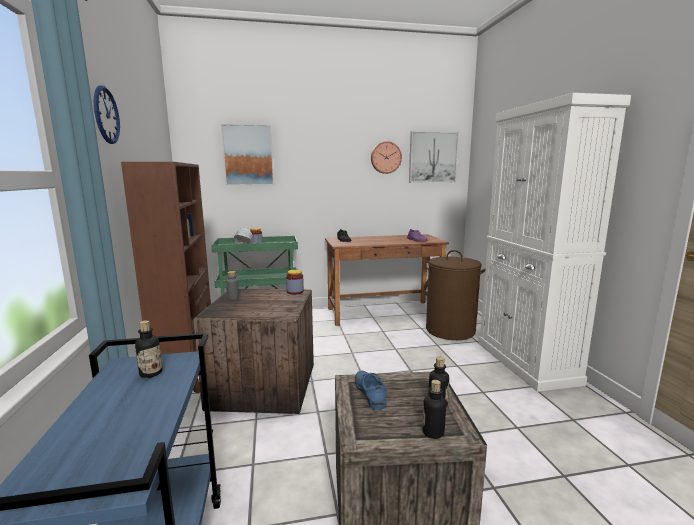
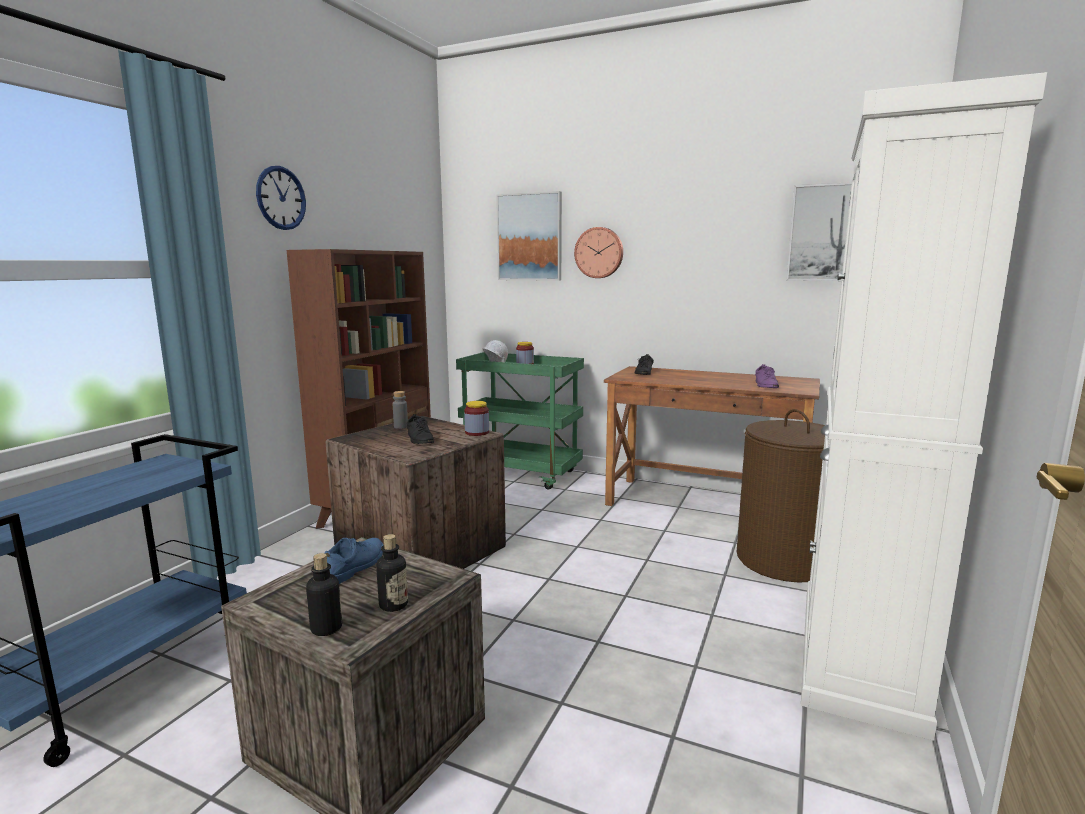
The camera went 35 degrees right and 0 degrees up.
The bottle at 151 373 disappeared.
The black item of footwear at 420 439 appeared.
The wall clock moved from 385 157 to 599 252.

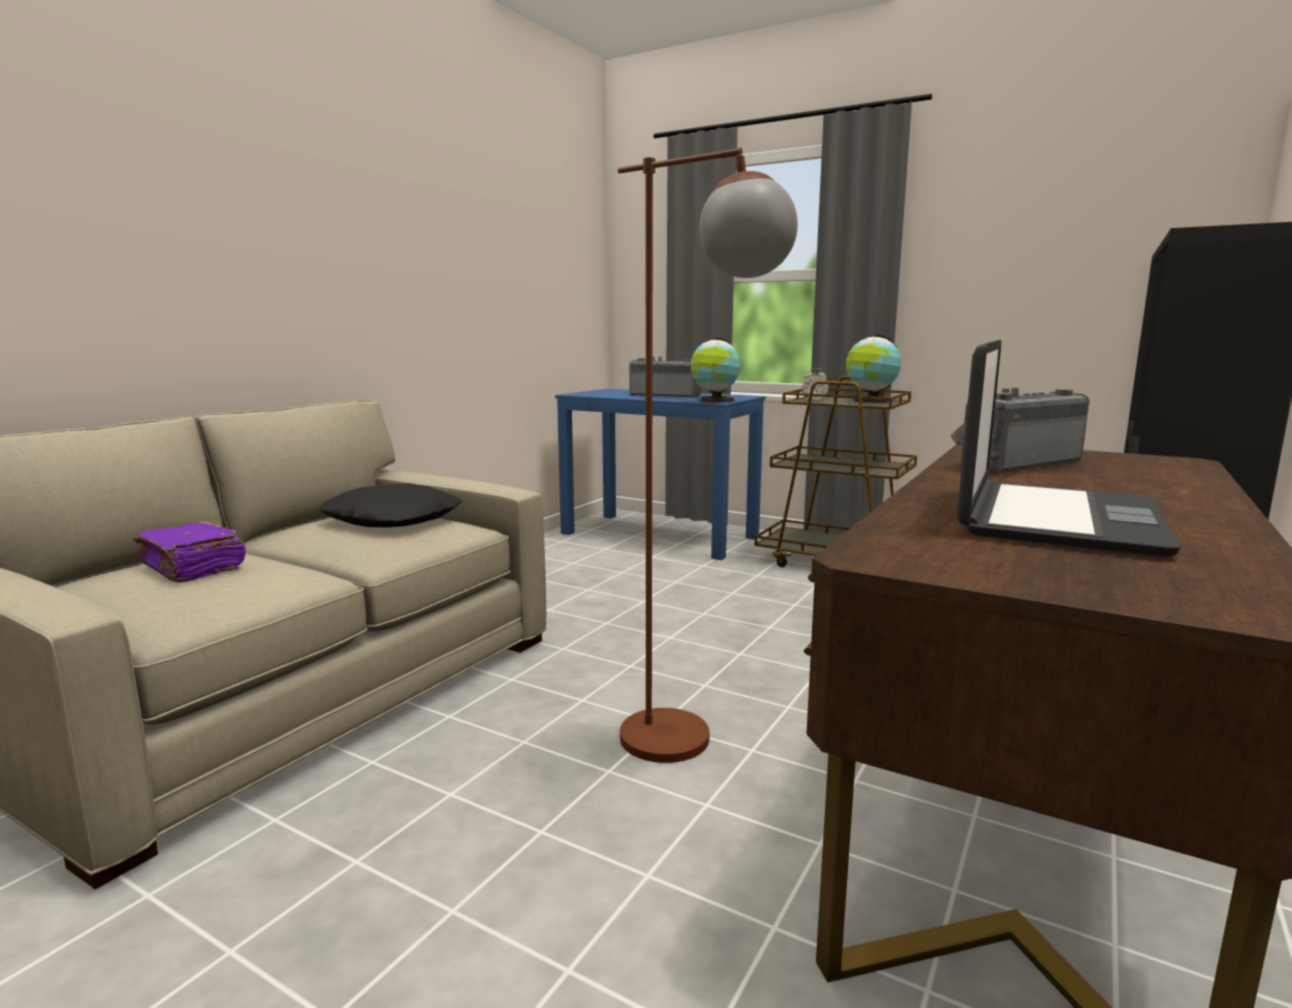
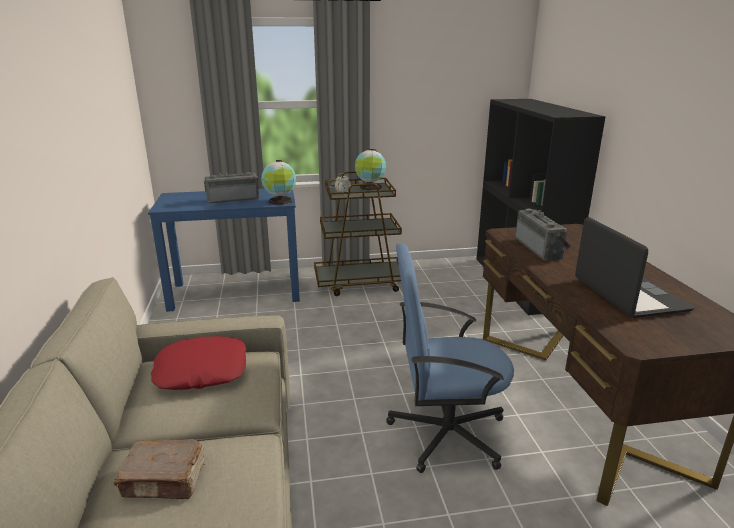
The camera went 40 degrees left and 10 degrees up.
The brownish standard lamp at 692 748 was replaced by the blue desk chair at 445 433.
The purplish bound book at 193 568 became the brownish bound book at 165 480.
The black pillow at 394 520 became the red pillow at 202 371.
The radio at 1014 464 turned 150 degrees clockwise.

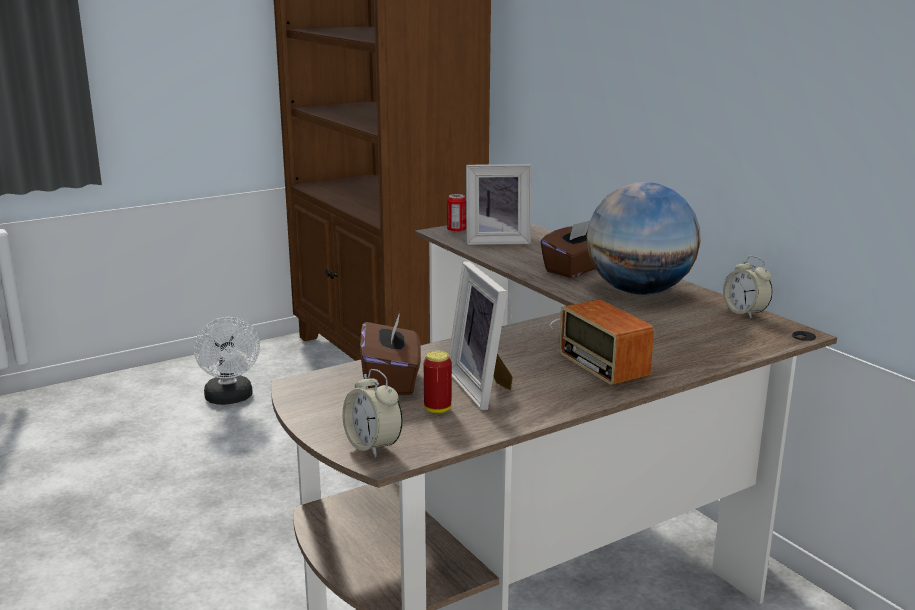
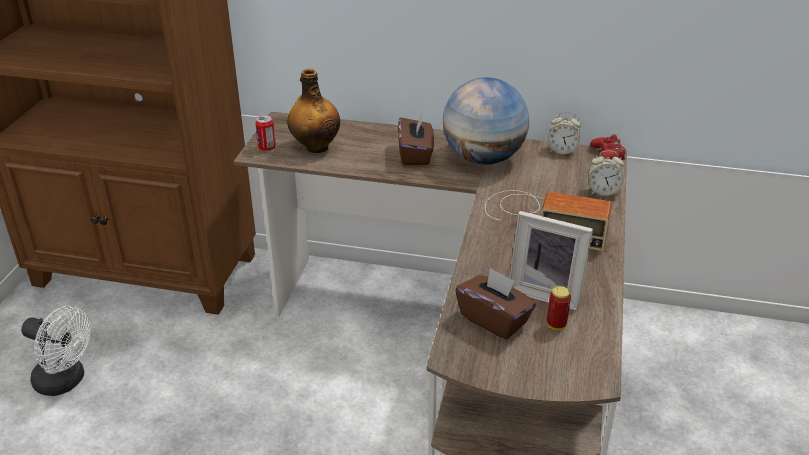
The camera went 45 degrees left and 15 degrees up.
The red joypad at 607 155 appeared.
The bedside clock moved from 373 446 to 603 191.
The standing frame at 497 241 was replaced by the bottle at 315 147.

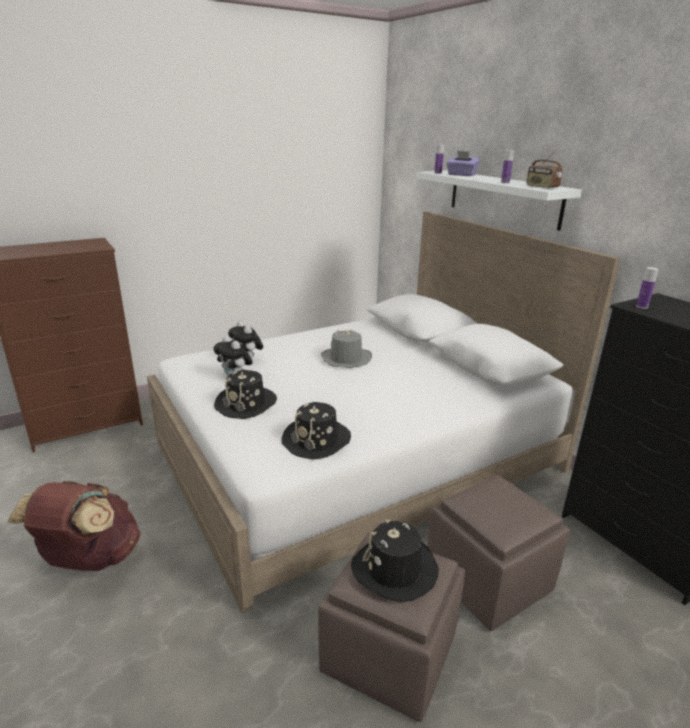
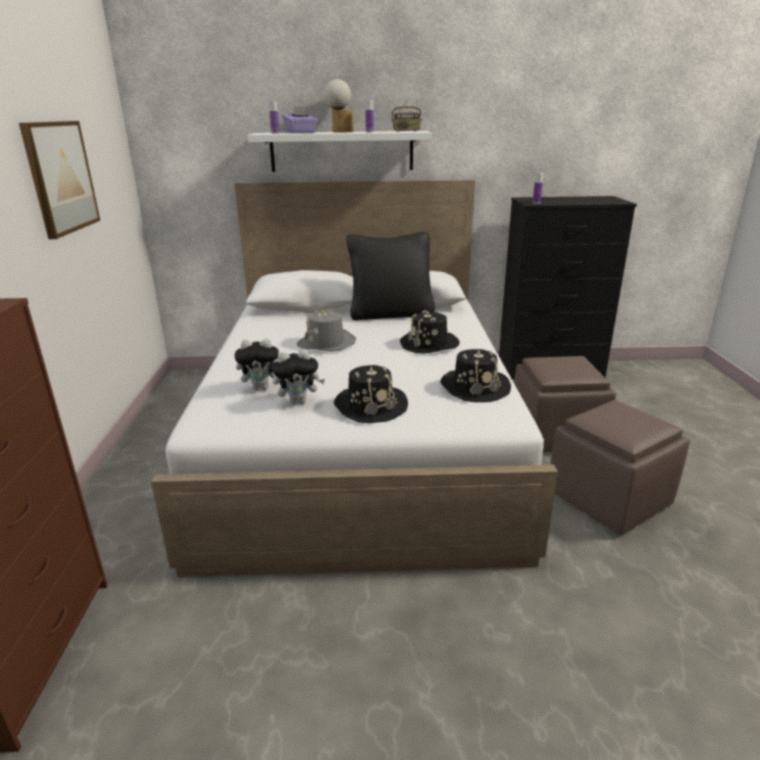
The camera went 60 degrees left and 0 degrees up.
The brownish rucksack at 90 560 disappeared.
The picture at 60 177 appeared.
The table lamp at 340 132 appeared.
The black pillow at 391 314 appeared.
The black clothing hat moved from 394 570 to 429 344.

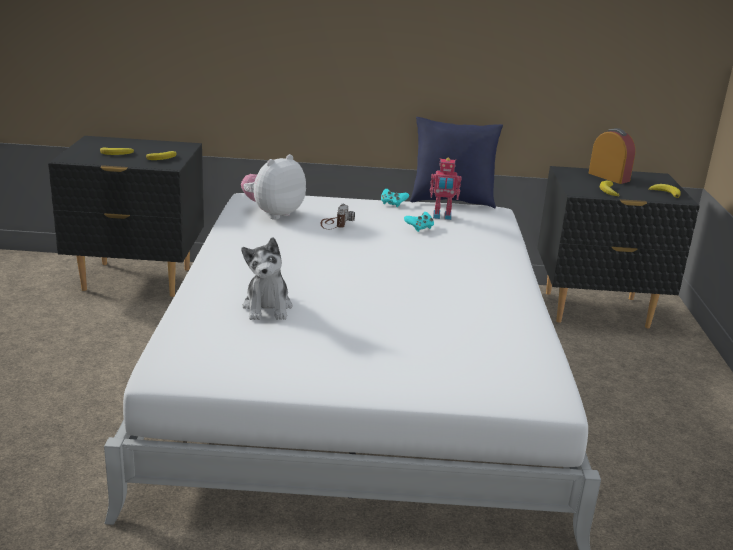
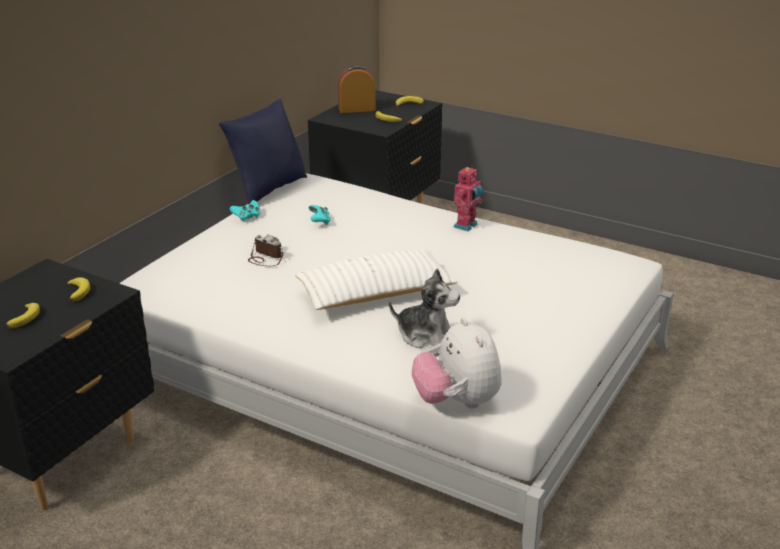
The camera went 60 degrees left and 5 degrees up.
The white-coloured pillow at 375 293 appeared.
The cuddly toy moved from 273 214 to 456 401.
The model robot moved from 442 217 to 467 226.

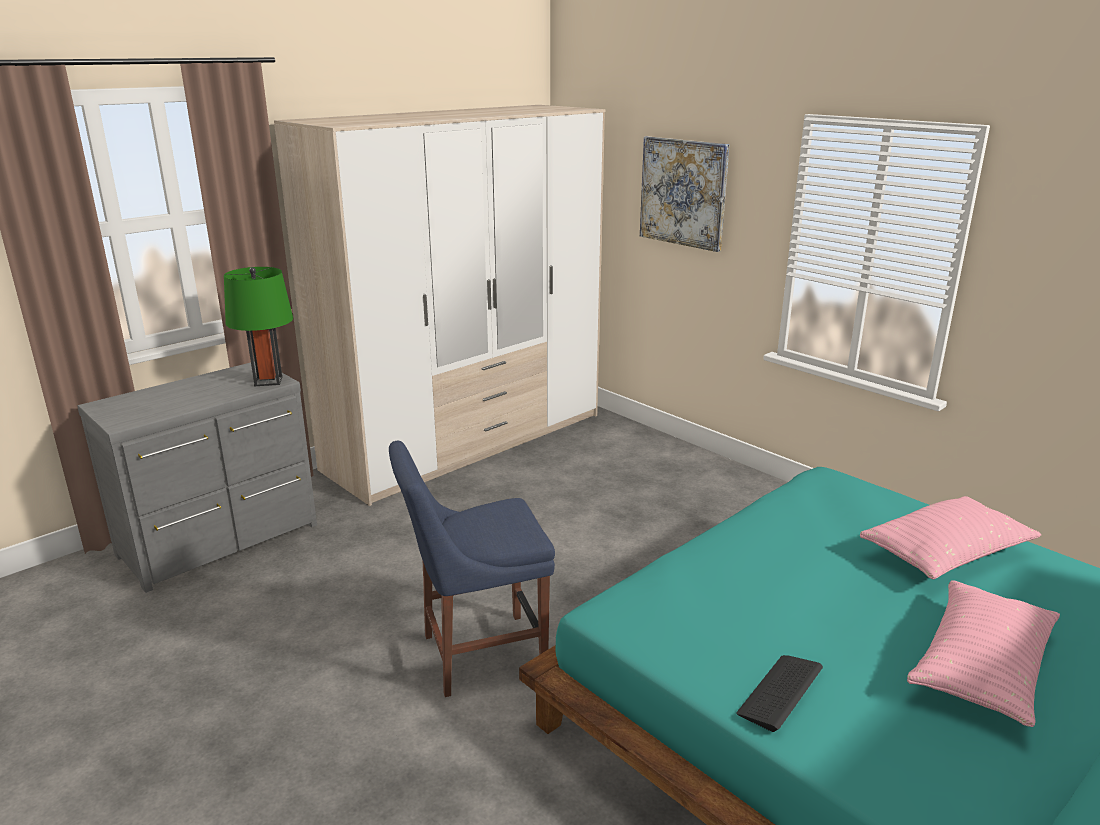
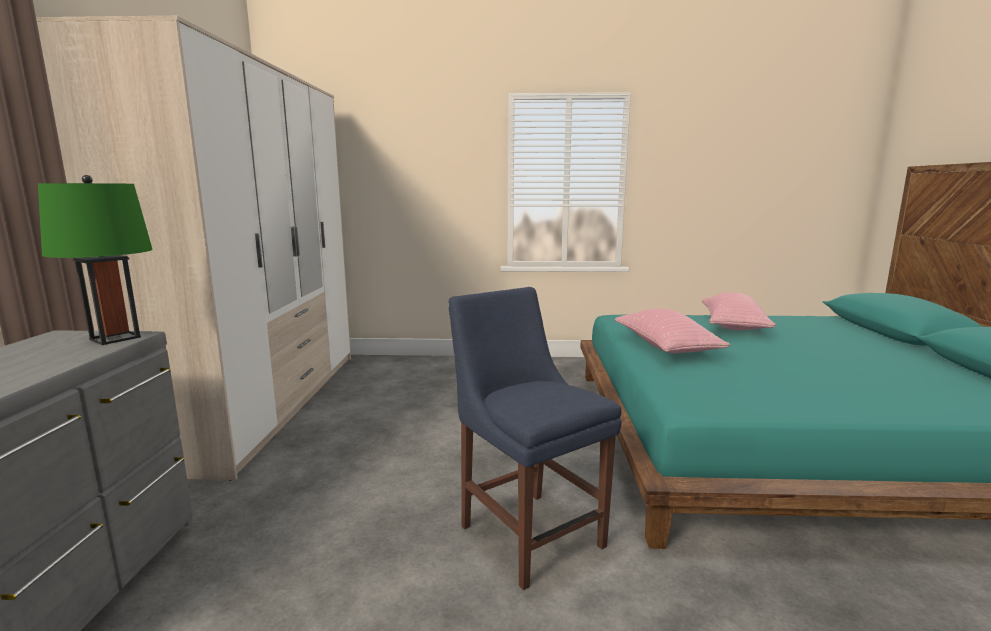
The camera went 45 degrees left and 10 degrees down.
The picture at 683 192 disappeared.
The keyboard at 780 692 disappeared.
The pink-coloured pillow moved from 980 668 to 665 347.
The blue chair at 477 654 turned 120 degrees clockwise.

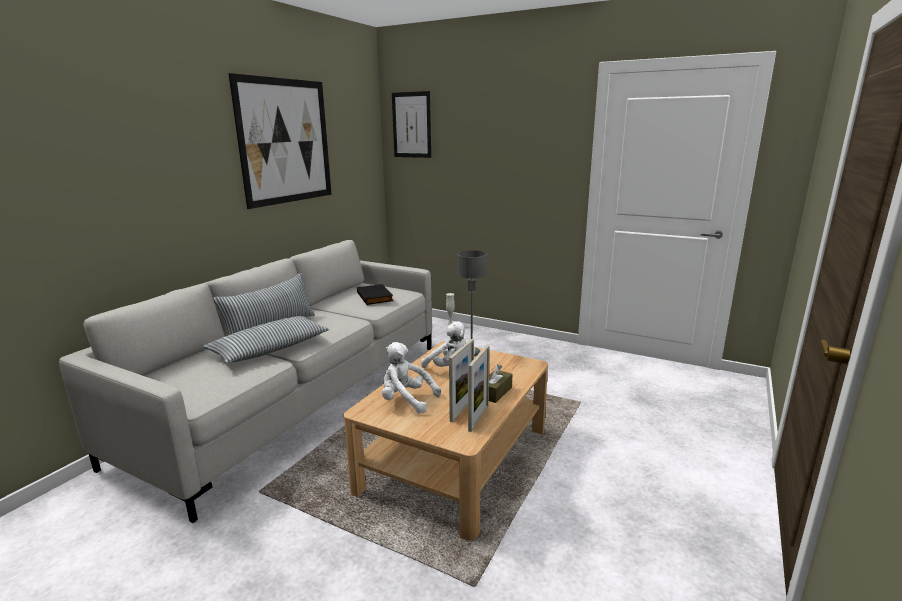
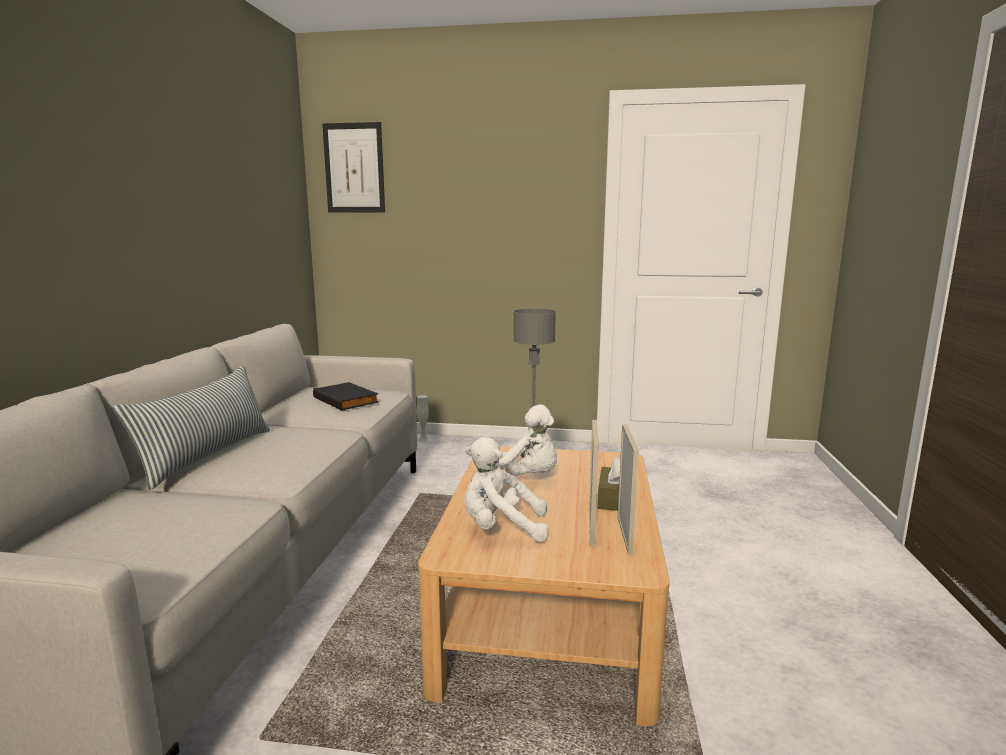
The camera went 20 degrees left and 5 degrees down.
The pillow at 270 349 disappeared.
The picture at 286 141 disappeared.

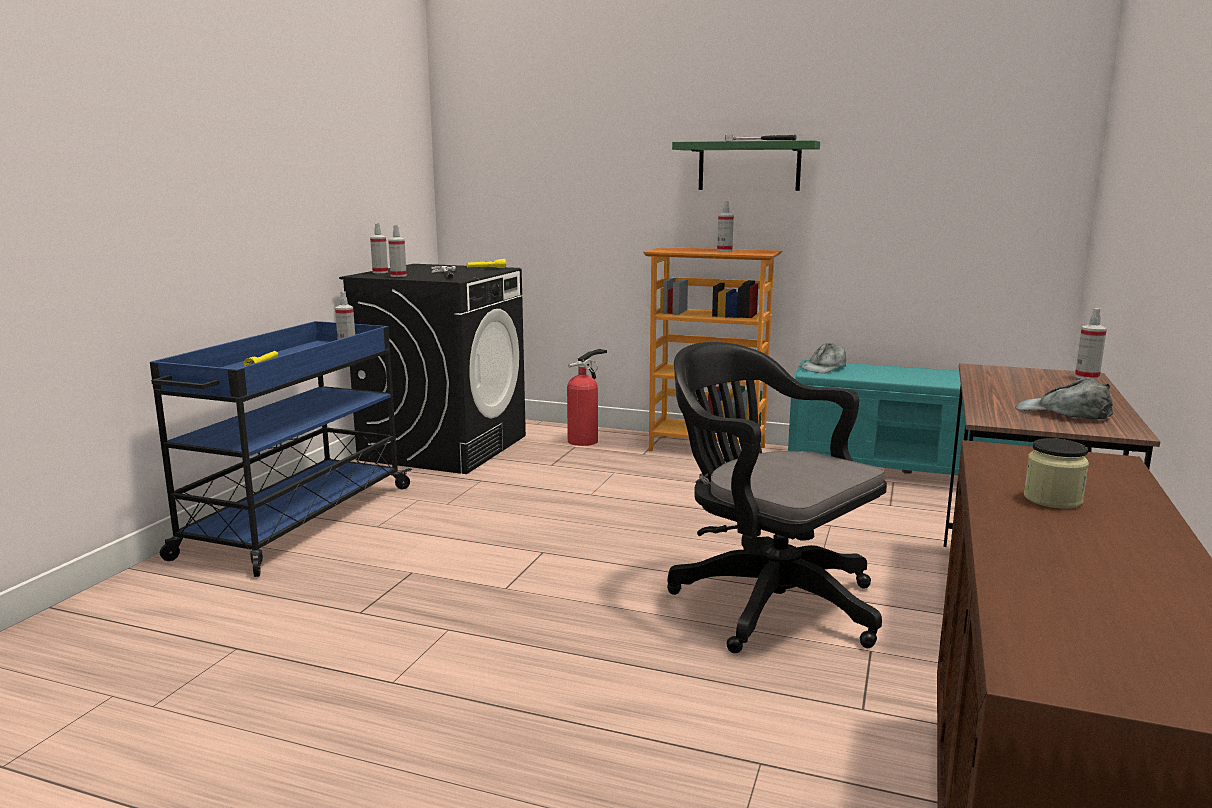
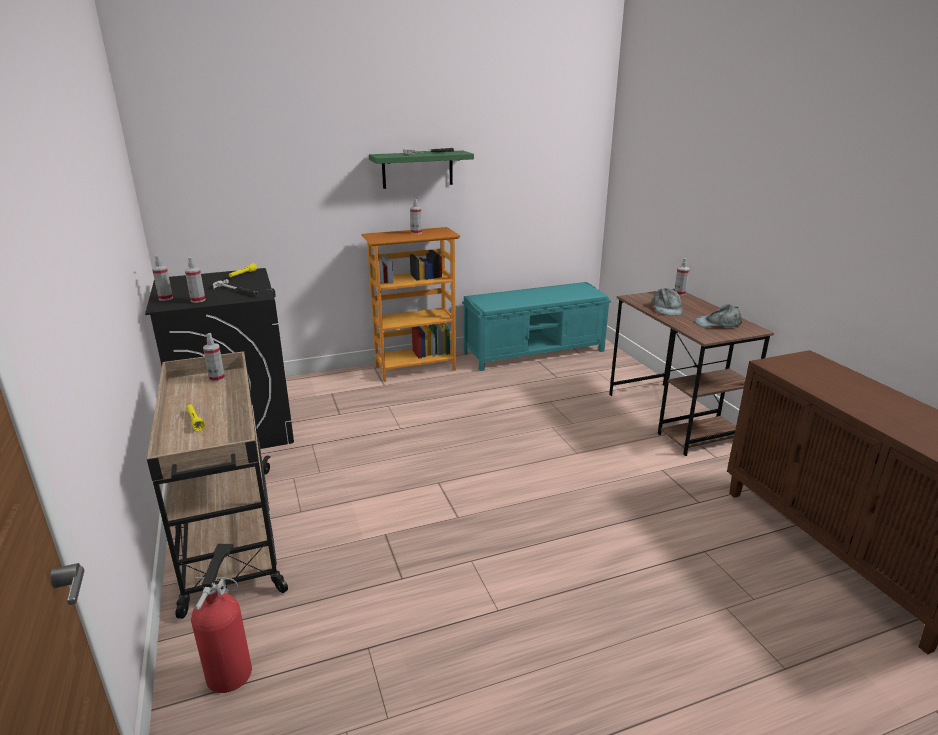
The camera went 40 degrees left and 10 degrees up.
The black desk chair at 766 601 disappeared.
The jar at 1052 499 disappeared.
The fire-fighting cylinder moved from 585 440 to 231 669.
The greyish cap moved from 824 367 to 666 308.
The blue trolley at 296 522 became the sand-coloured trolley at 230 535.

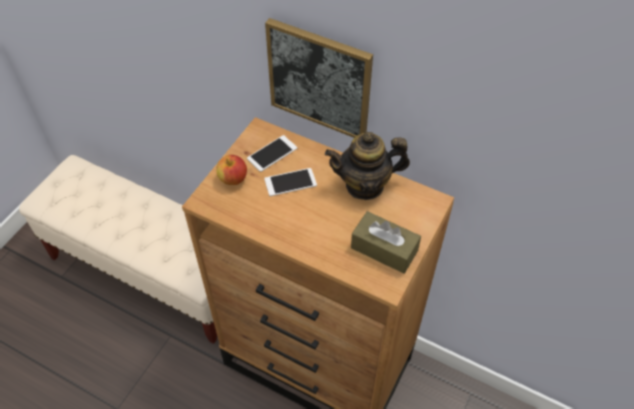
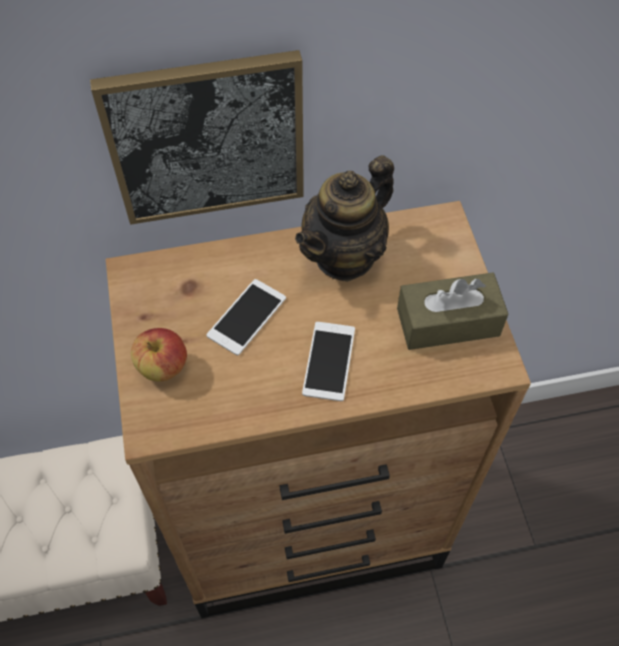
The camera went 40 degrees left and 5 degrees up.
The handset moved from 272 153 to 329 361.

